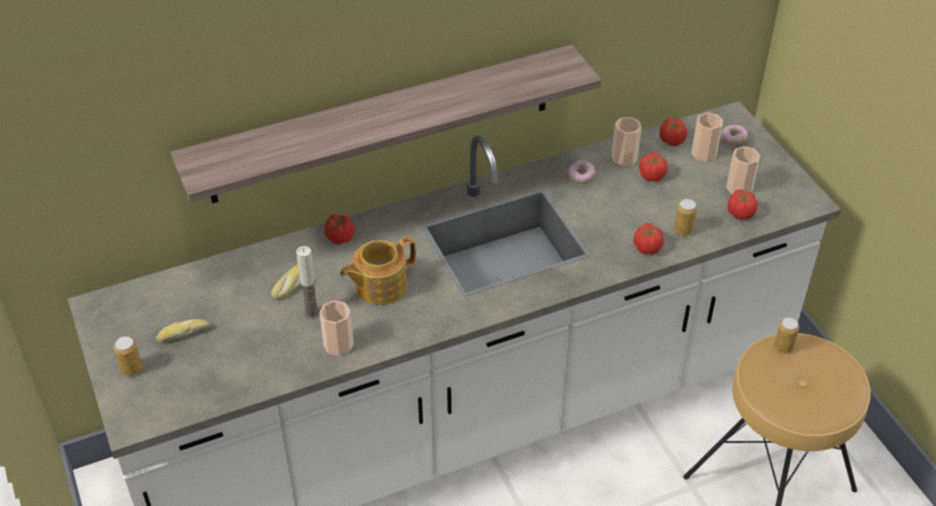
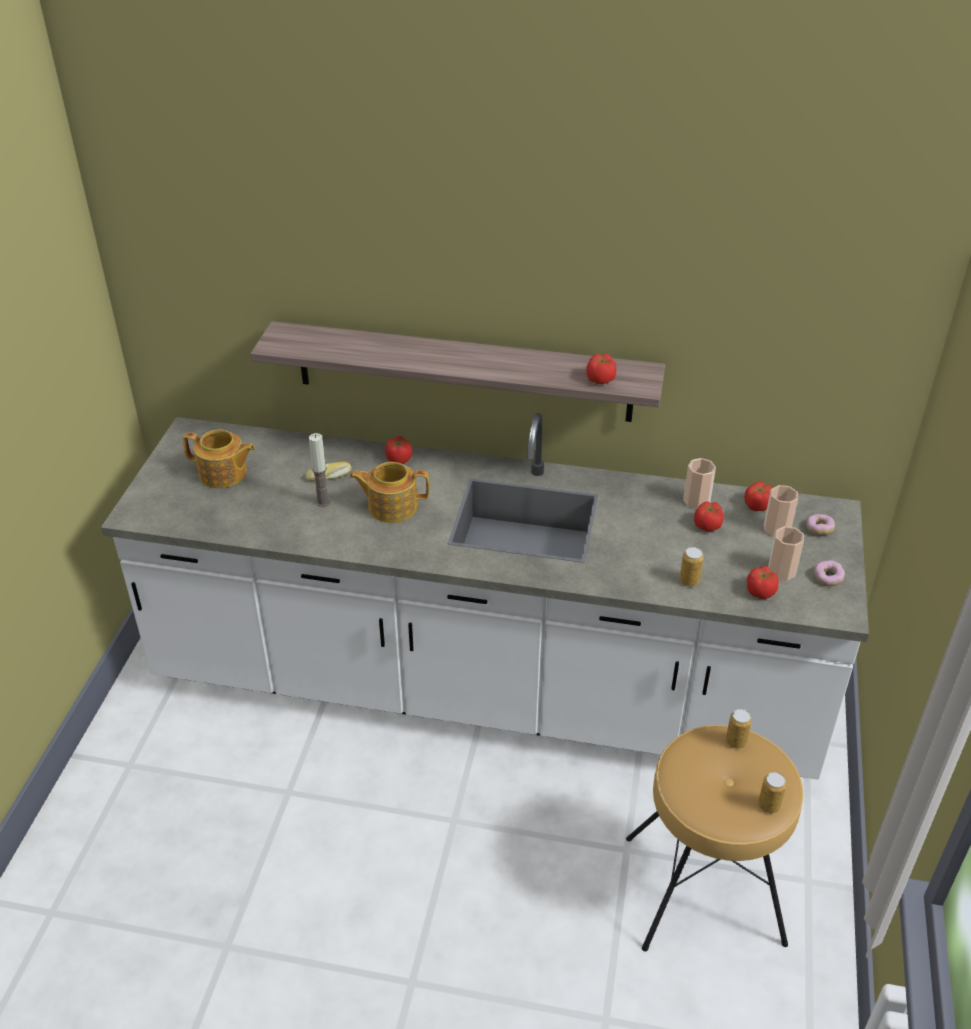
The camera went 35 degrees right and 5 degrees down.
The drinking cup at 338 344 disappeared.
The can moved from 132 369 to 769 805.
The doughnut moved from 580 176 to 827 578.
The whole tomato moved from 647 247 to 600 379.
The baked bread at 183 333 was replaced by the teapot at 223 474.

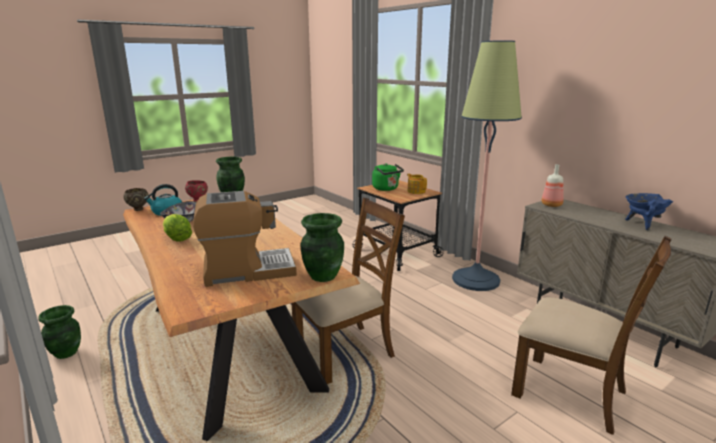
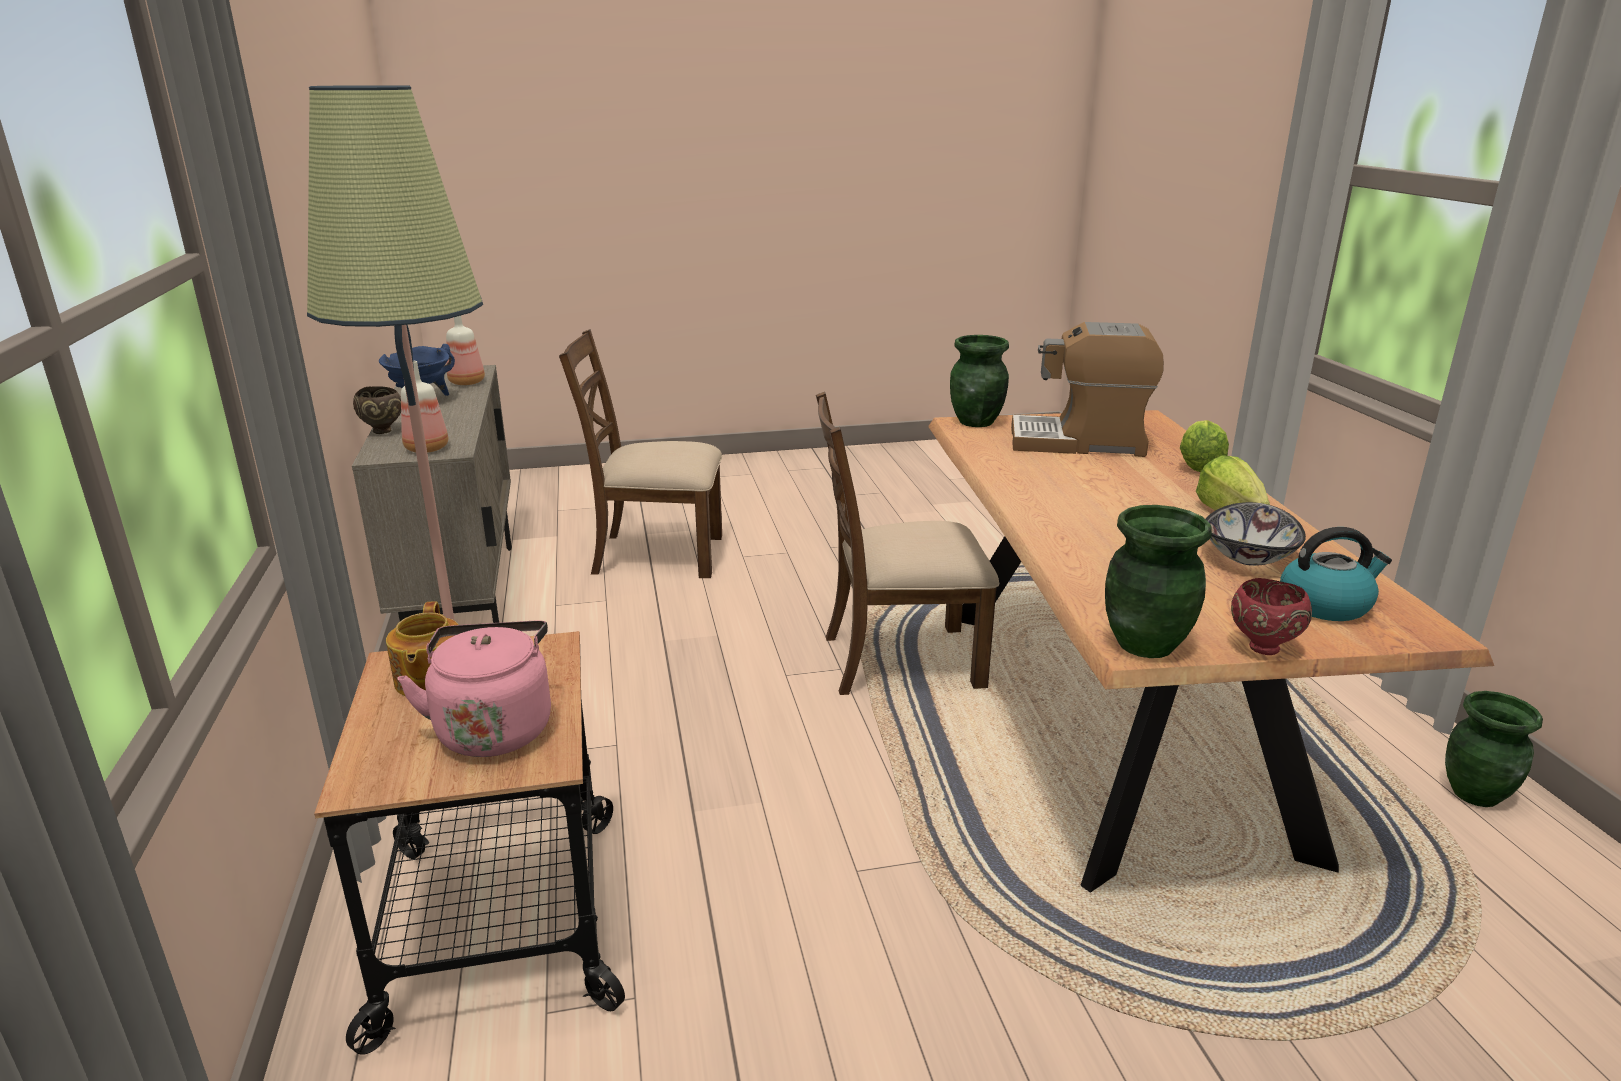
The camera went 155 degrees left and 5 degrees up.
The bottle at 467 382 appeared.
The head of lettuce at 1199 466 appeared.
The brownish bowl moved from 138 209 to 383 431.
The green water kettle at 386 189 became the pink-coloured water kettle at 494 727.
The brownish chair at 571 392 turned 60 degrees counterclockwise.

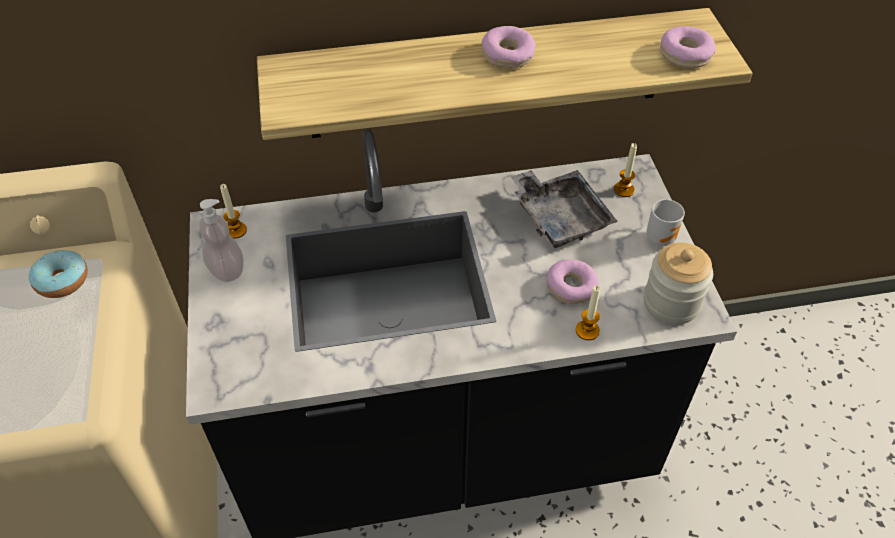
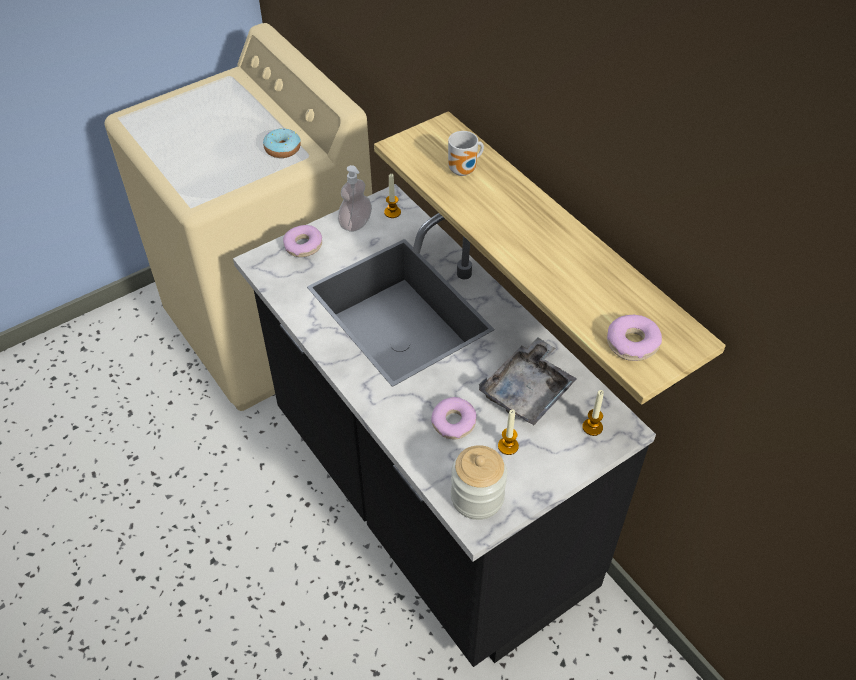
The camera went 65 degrees right and 0 degrees up.
The doughnut moved from 507 55 to 303 246.
The wax light moved from 587 330 to 508 446.
The tea mug moved from 661 237 to 464 171.

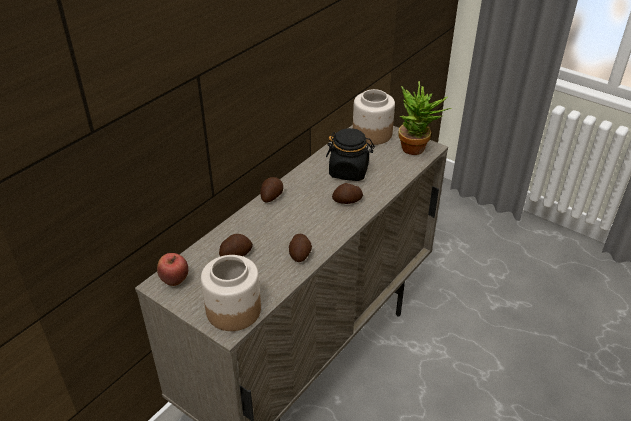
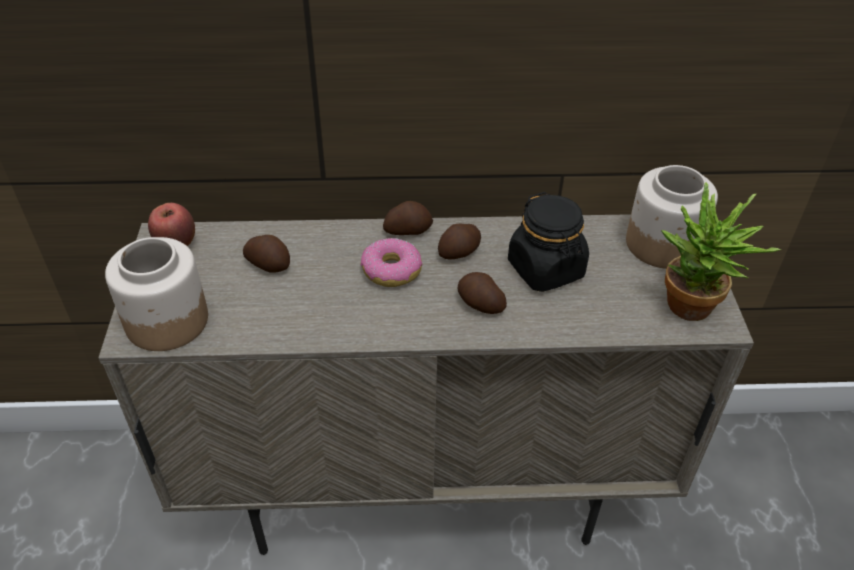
The camera went 50 degrees right and 5 degrees up.
The doughnut at 391 271 appeared.
The spud moved from 300 254 to 460 252.

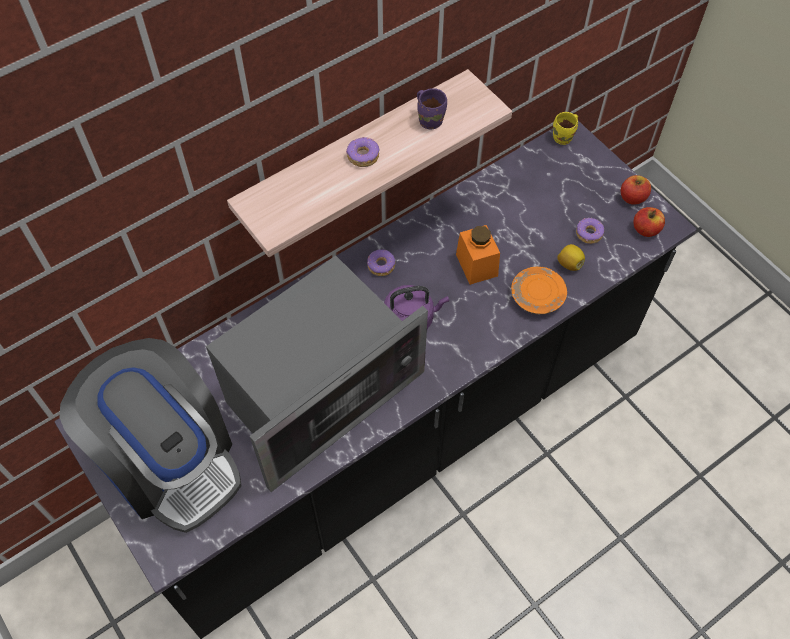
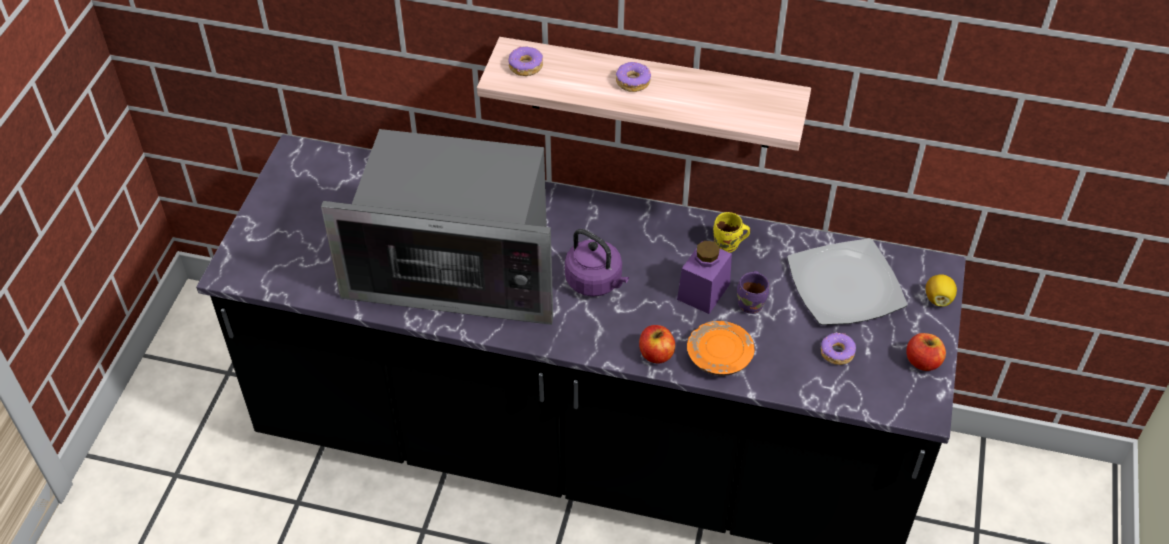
The camera went 50 degrees right and 10 degrees down.
The coffee machine at 169 460 disappeared.
The plate at 846 286 appeared.
The doughnut moved from 381 266 to 525 66.
The purplish tea mug moved from 430 120 to 752 304.
The yellowish tea mug moved from 564 138 to 728 246.
The citrus fruit moved from 569 264 to 938 299.
The whole apple moved from 646 229 to 656 354.
The orange-coloured jar at 476 265 became the purplish jar at 703 291.

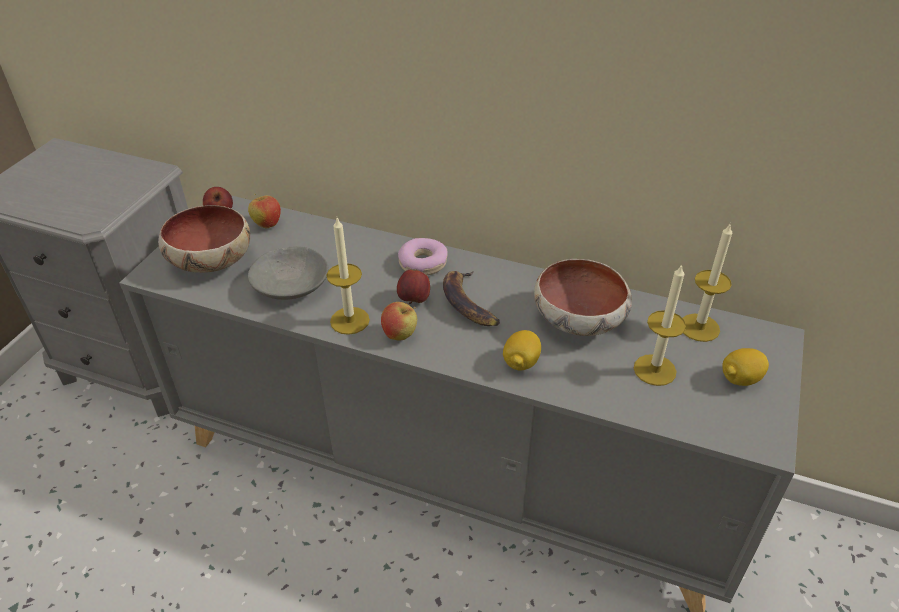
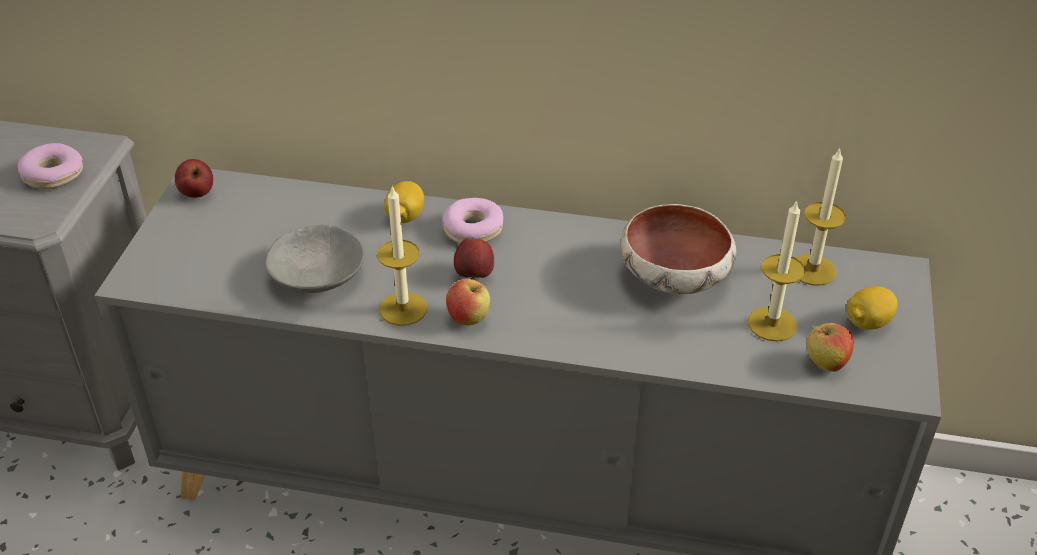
The camera went 10 degrees left and 0 degrees up.
The bowl at 209 261 disappeared.
The banana fruit at 468 303 disappeared.
The doughnut at 53 175 appeared.
The whole apple moved from 267 224 to 825 363.
The citrus fruit moved from 521 362 to 405 217.

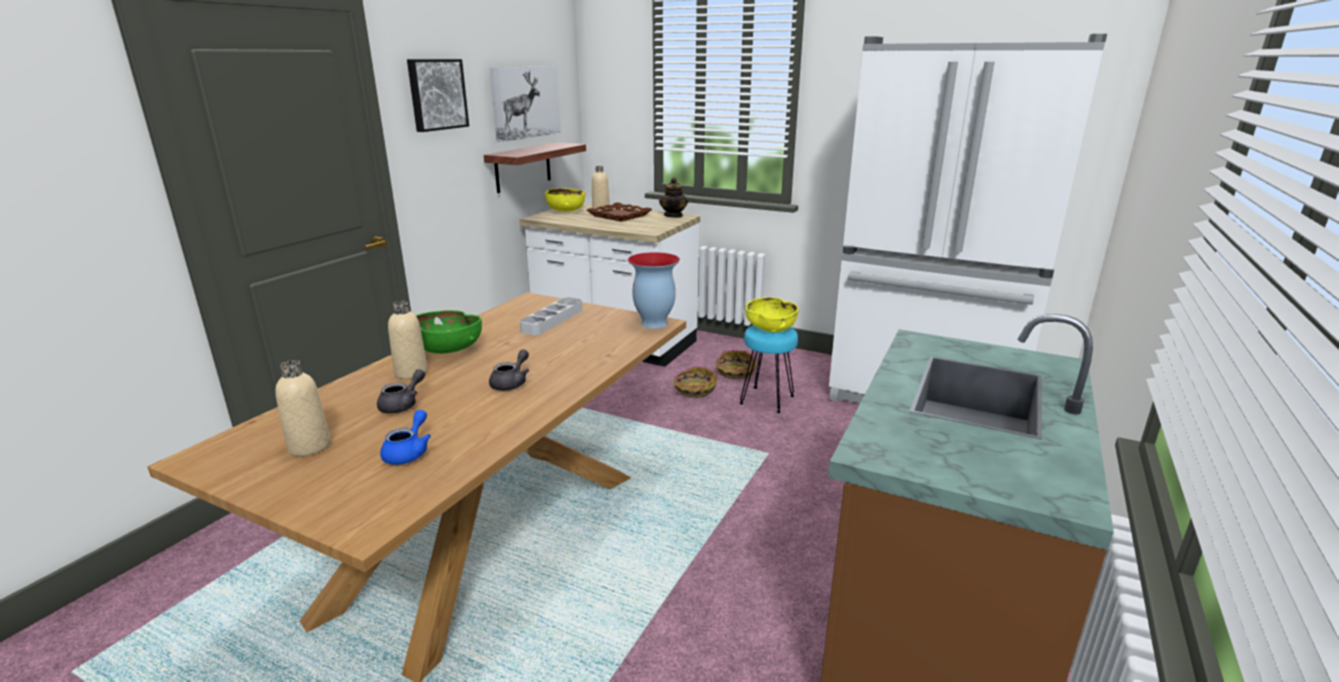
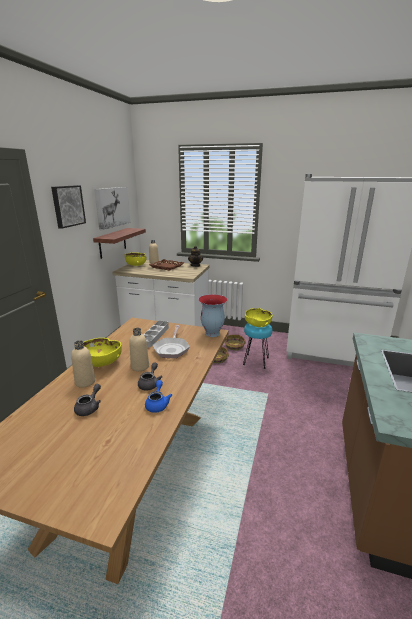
The camera went 10 degrees left and 0 degrees up.
The frying pan at 172 349 appeared.
The sand-coloured bottle moved from 309 446 to 140 366.
The blue teapot moved from 409 452 to 157 404.
The green bowl at 446 350 became the yellowish bowl at 101 363.

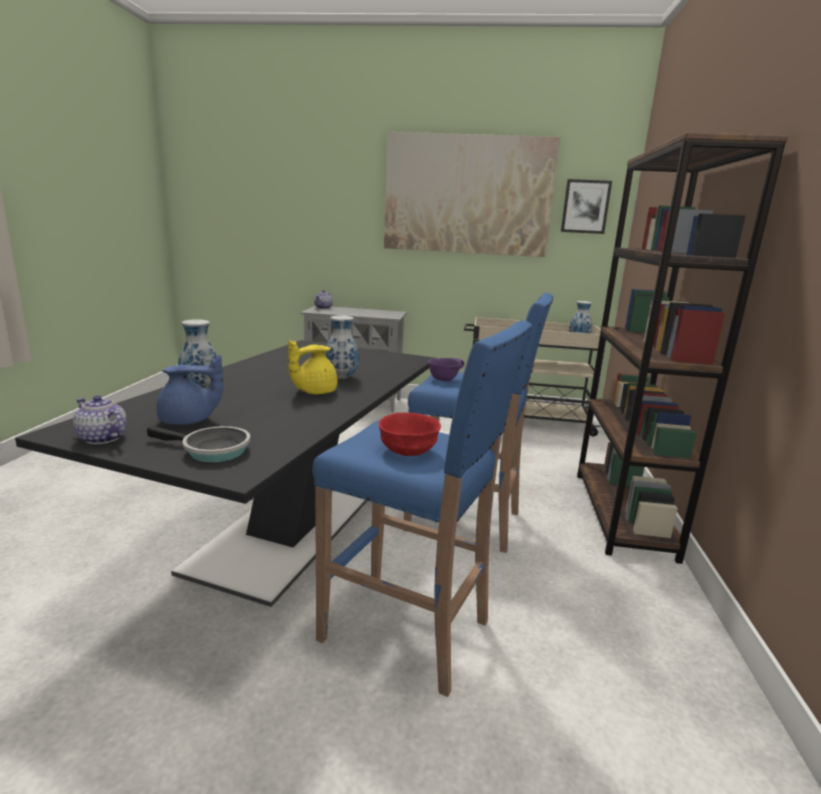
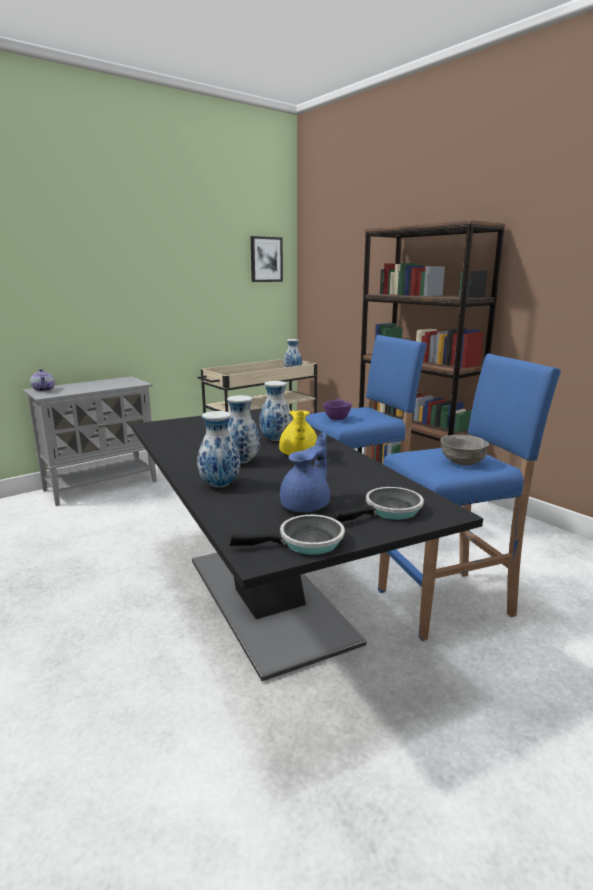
The camera went 45 degrees left and 0 degrees up.
The picture at 467 195 disappeared.
The vase at 241 461 appeared.
The teapot at 102 438 was replaced by the frying pan at 305 542.
The red bowl at 409 450 became the greyish bowl at 463 462.

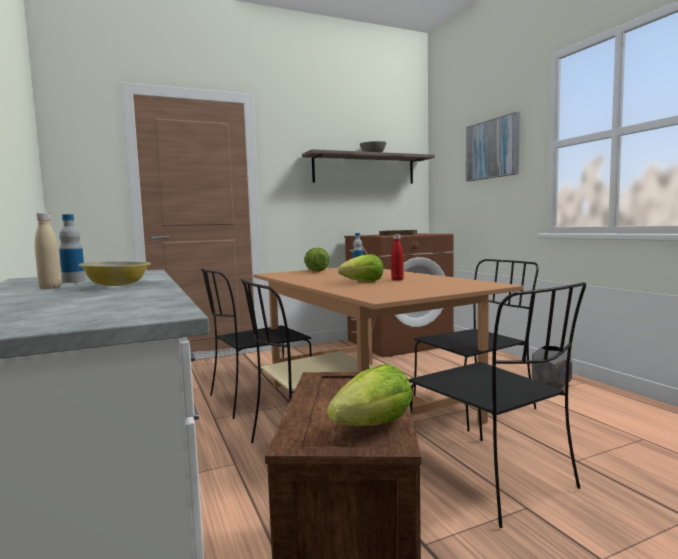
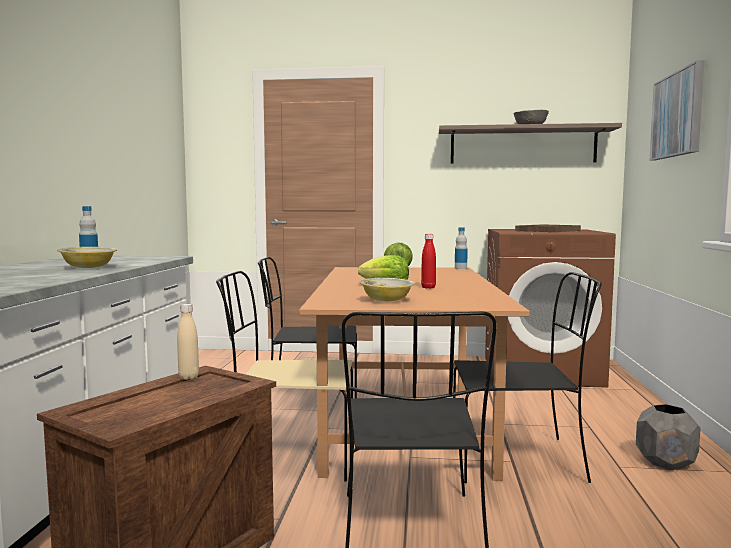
The camera went 30 degrees right and 0 degrees up.
The head of lettuce at 374 425 disappeared.
The bowl at 386 300 appeared.
The sand-coloured bottle moved from 50 288 to 188 377.

